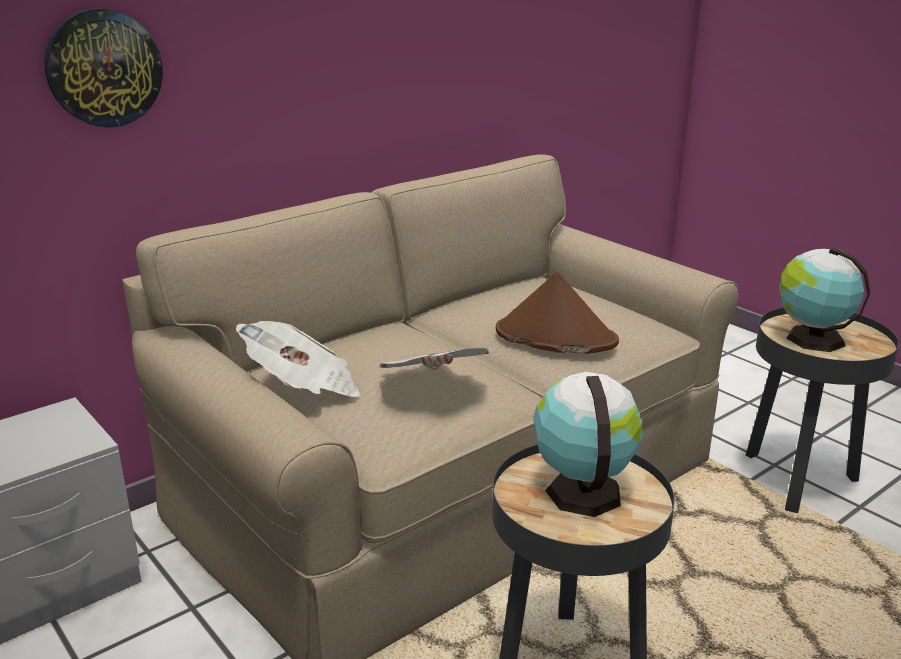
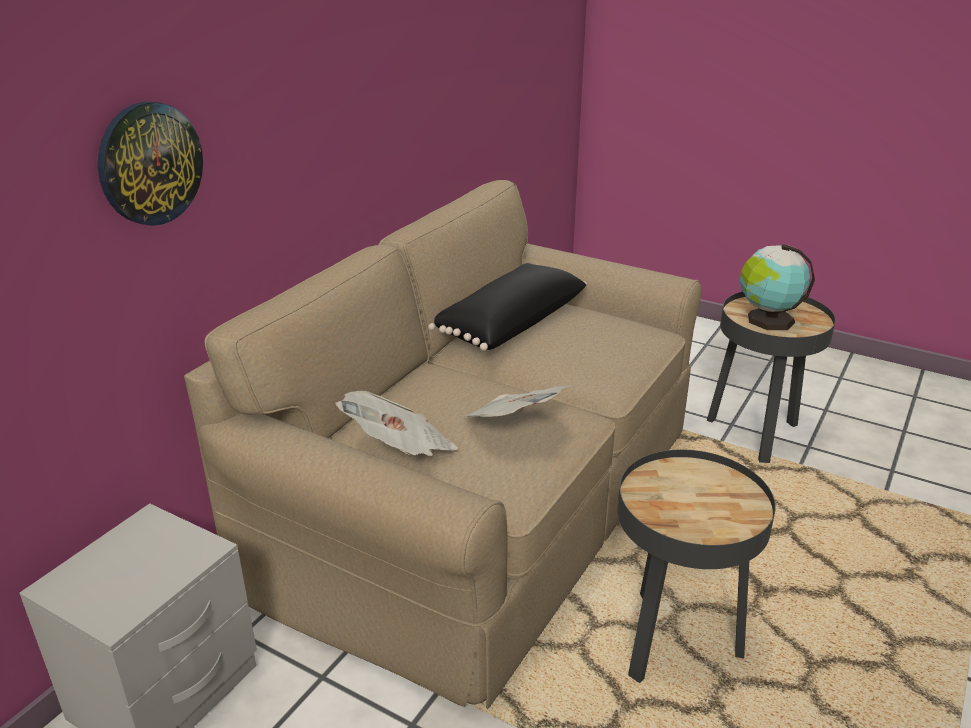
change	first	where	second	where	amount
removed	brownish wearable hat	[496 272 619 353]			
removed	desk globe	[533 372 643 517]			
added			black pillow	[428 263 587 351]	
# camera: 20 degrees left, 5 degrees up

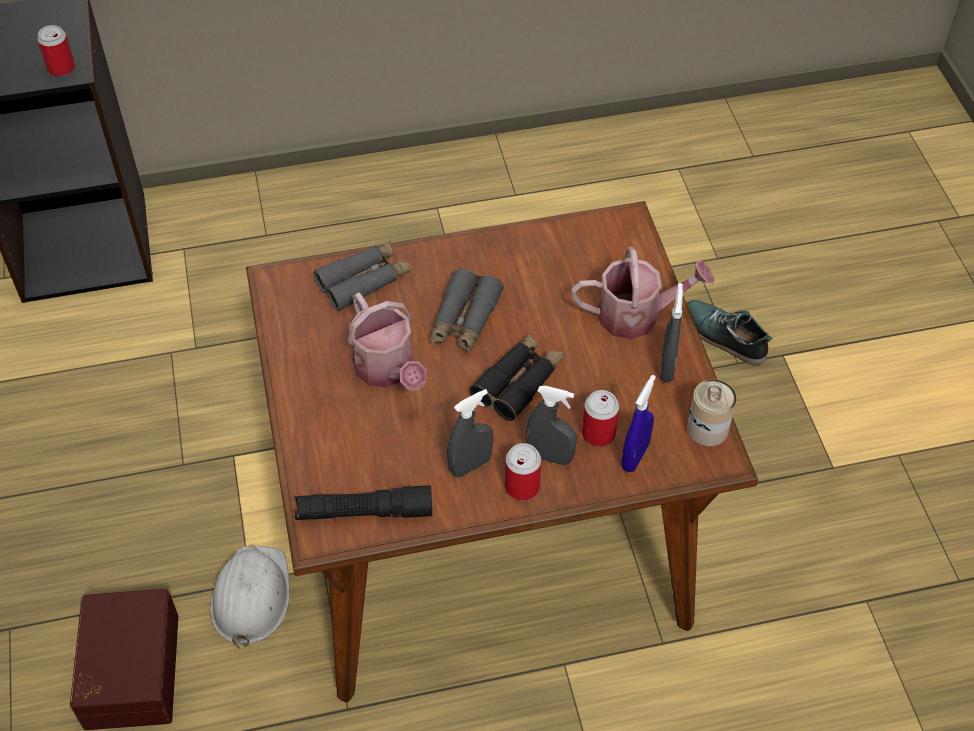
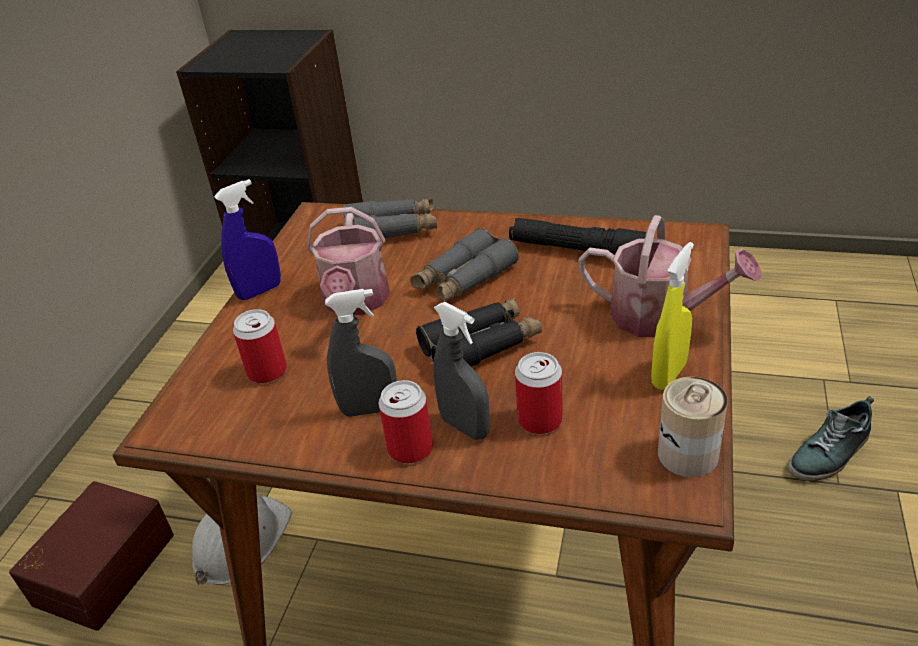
change	first	where	second	where	amount
moved	sealed can	[37 25 75 77]		[233 309 287 384]	
recoloured	grey spray bottle	[660 283 683 383]	yellow spray bottle	[651 242 694 390]	
turned	item of footwear	[687 300 773 366]		[788 396 874 481]	105 degrees counterclockwise
moved	blue spray bottle	[621 375 656 472]		[214 179 281 300]	
moved	black flashlight	[295 485 432 520]		[509 218 646 257]	
# camera: 30 degrees right, 15 degrees down

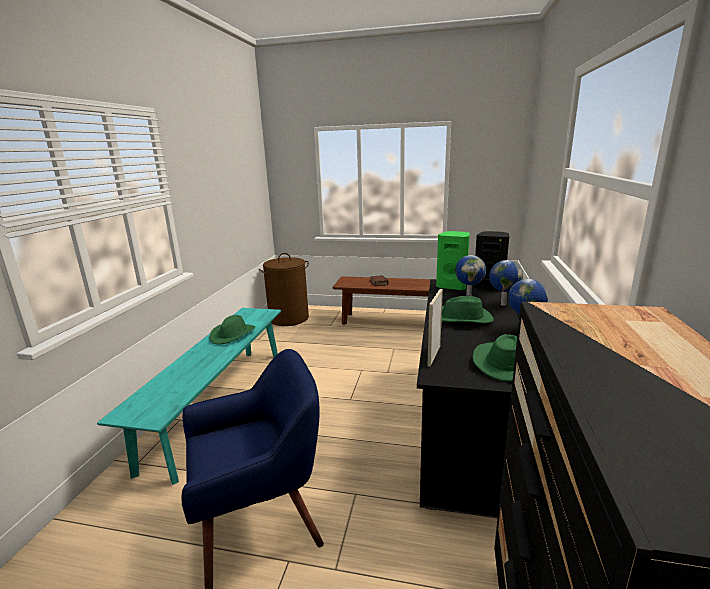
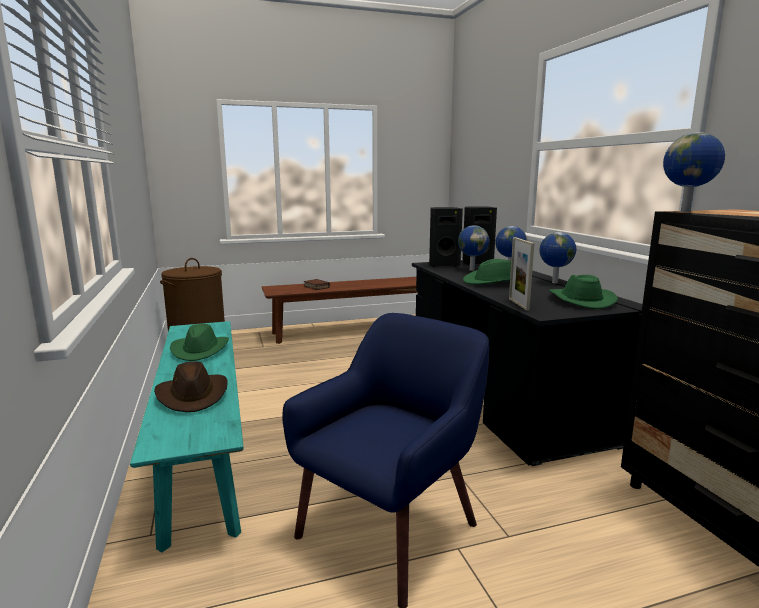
change	first	where	second	where	amount
recoloured	green speaker	[436 231 470 290]	black speaker	[429 207 463 267]	
added			desk globe	[663 132 725 212]	
added			brownish wearable hat	[154 361 228 412]	
# camera: 30 degrees left, 5 degrees down

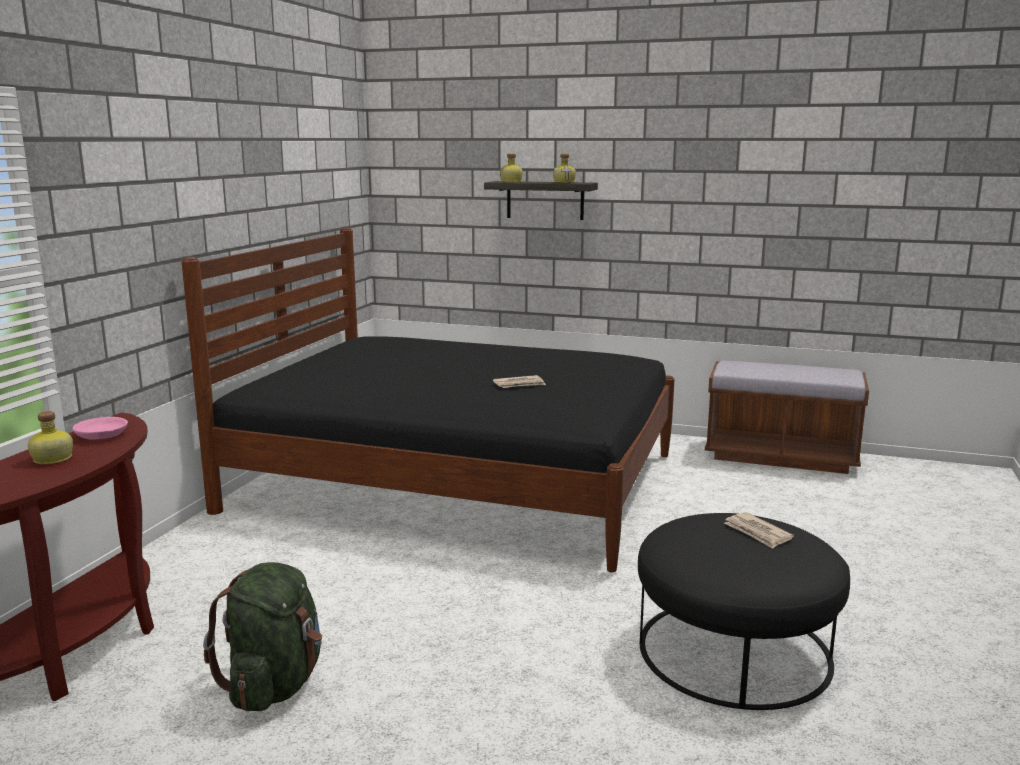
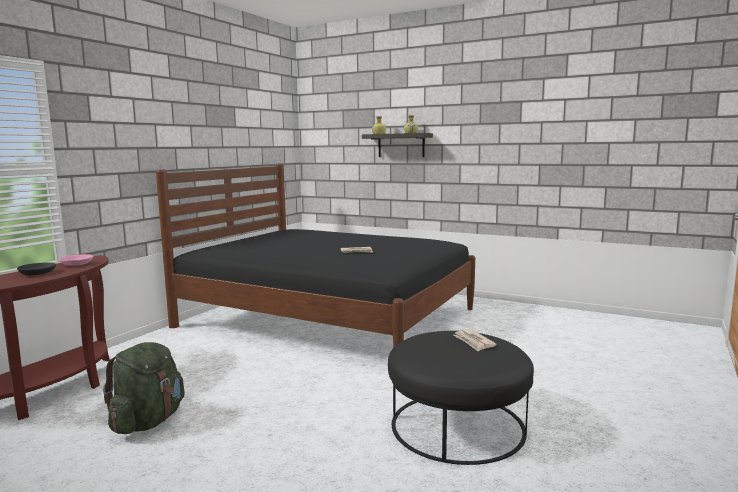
change	first	where	second	where	amount
removed	brownish long seat	[705 361 869 474]			
replaced	beverage bottle	[28 411 73 464]	black bowl	[17 262 56 275]	
# camera: 10 degrees right, 5 degrees down

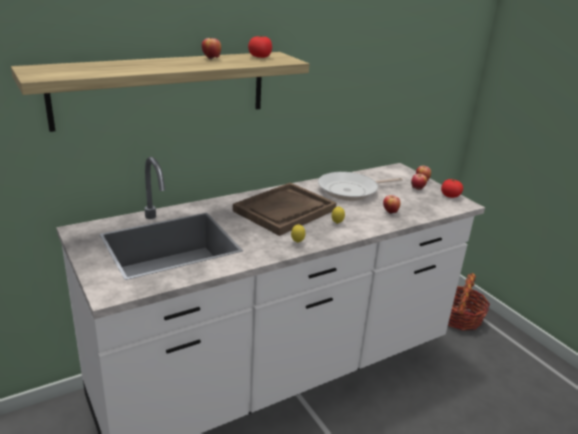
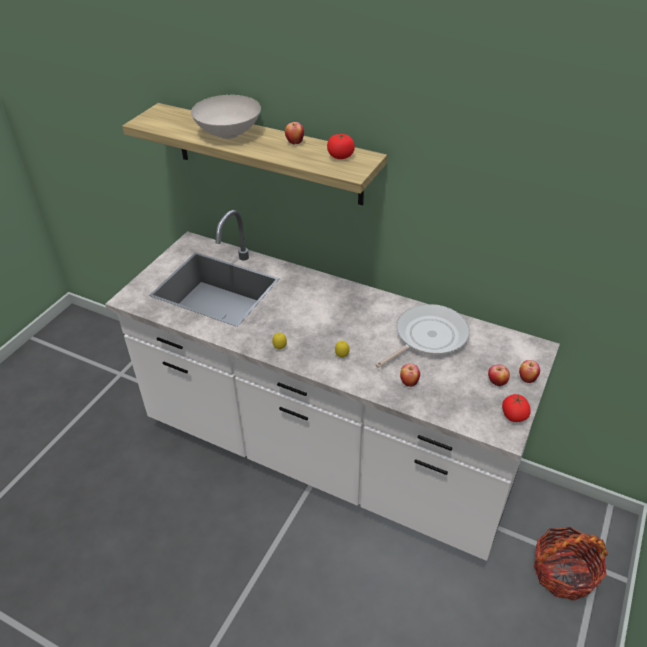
change	first	where	second	where	amount
turned	frying pan	[318 172 403 201]		[375 304 470 368]	105 degrees clockwise
removed	brownish serving tray	[233 183 337 236]			
added			white bowl	[191 95 261 139]	
# camera: 60 degrees right, 15 degrees up

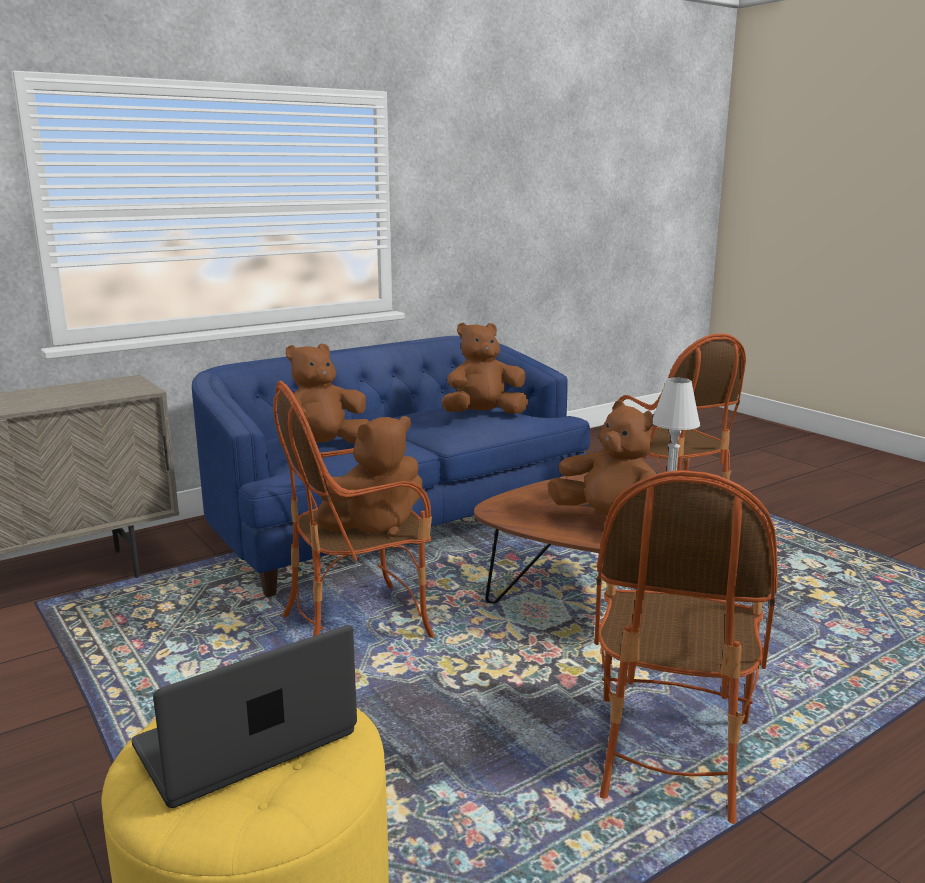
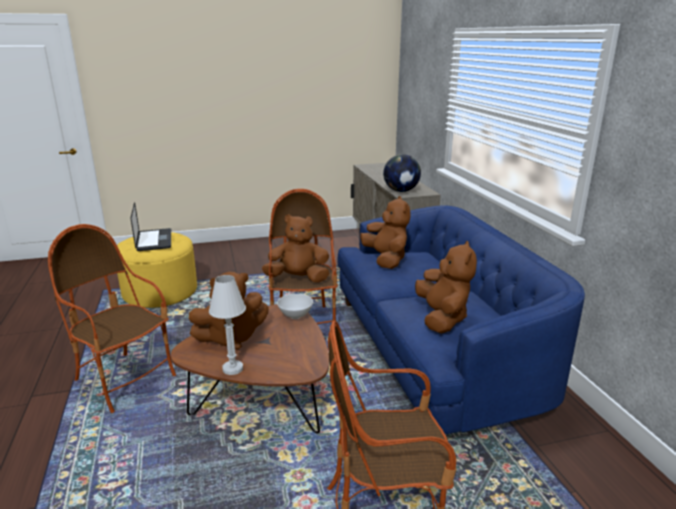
change	first	where	second	where	amount
turned	brownish soft toy	[316 416 422 537]		[262 214 329 283]	105 degrees clockwise
added			desk globe	[383 154 421 192]	
added			white bowl	[277 294 313 319]	
# camera: 110 degrees right, 5 degrees up

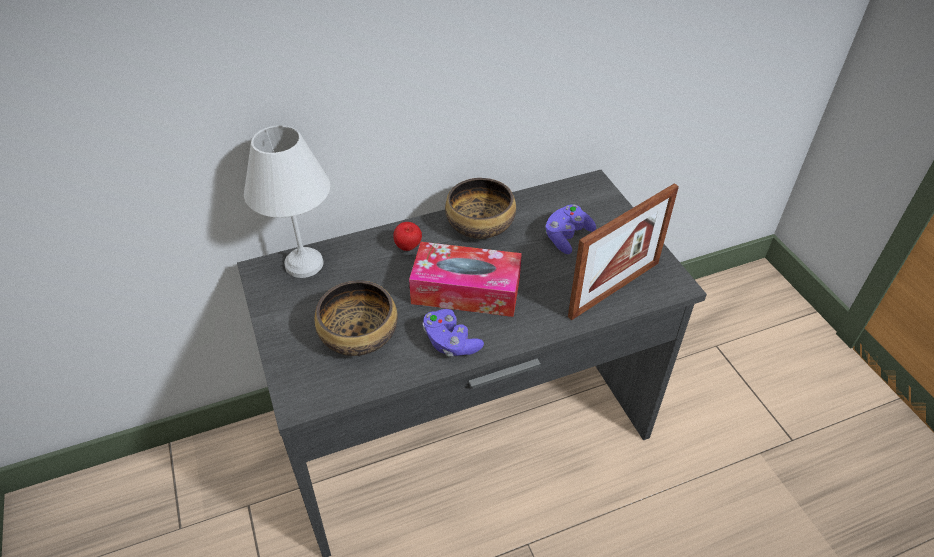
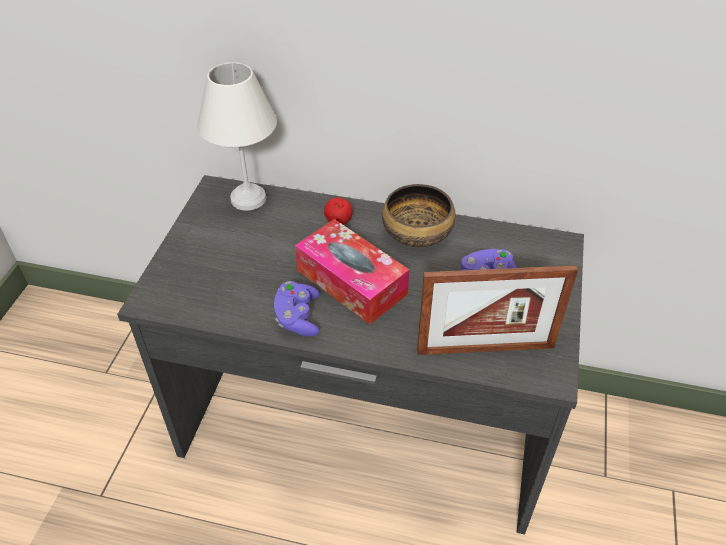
change	first	where	second	where	amount
removed	bowl	[314 280 398 356]			
# camera: 35 degrees right, 0 degrees up

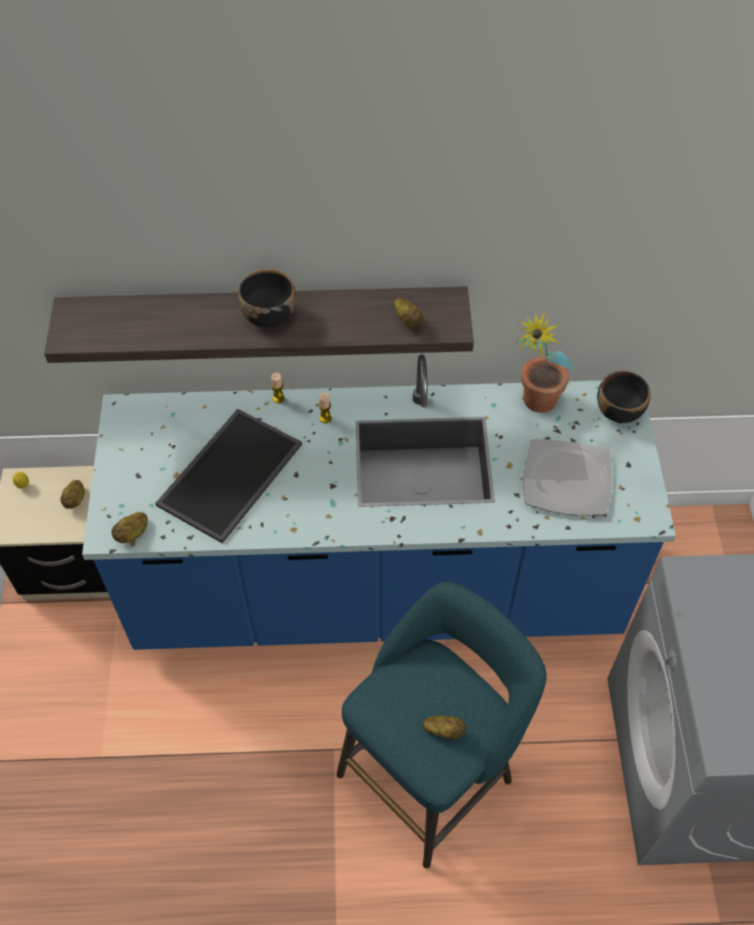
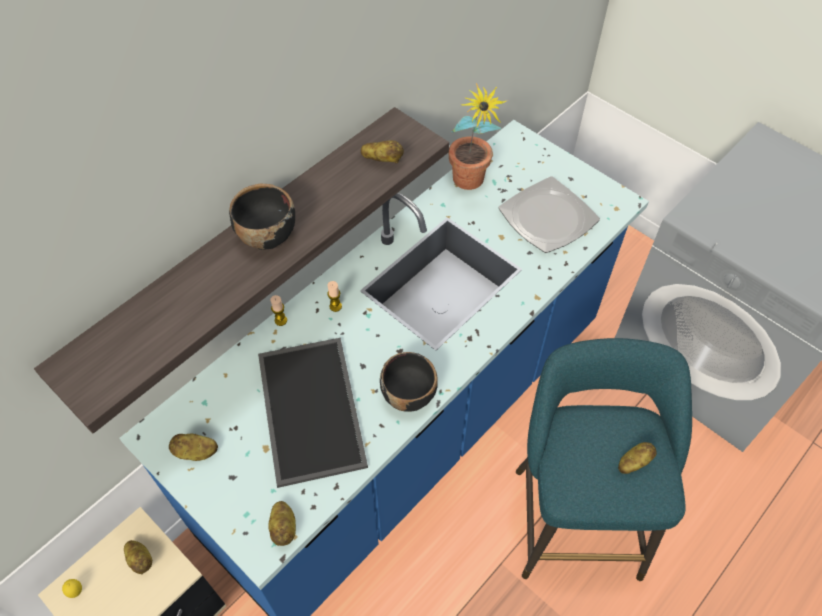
change	first	where	second	where	amount
moved	black bowl	[597 371 651 423]		[380 352 438 412]	
added			spud	[169 434 218 461]	
# camera: 45 degrees left, 0 degrees up

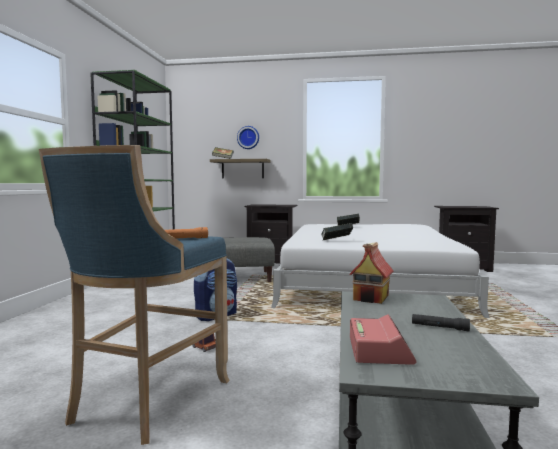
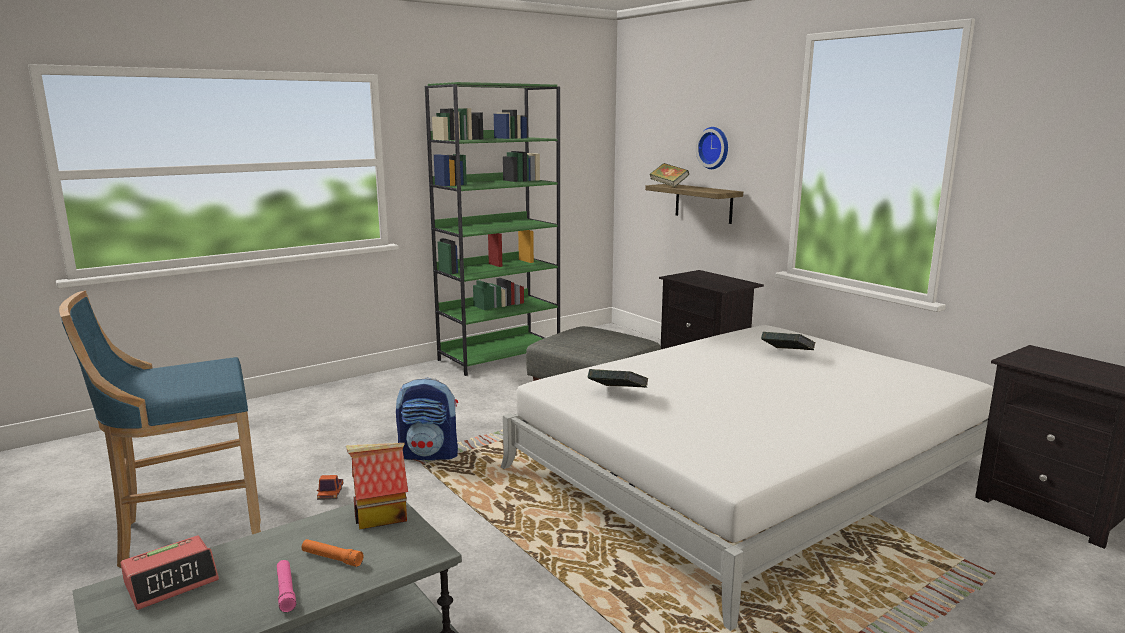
change	first	where	second	where	amount
moved	orange flashlight	[165 227 208 238]		[301 539 363 567]	
recoloured	black flashlight	[412 314 470 331]	pink flashlight	[277 560 296 612]	
# camera: 45 degrees right, 10 degrees up

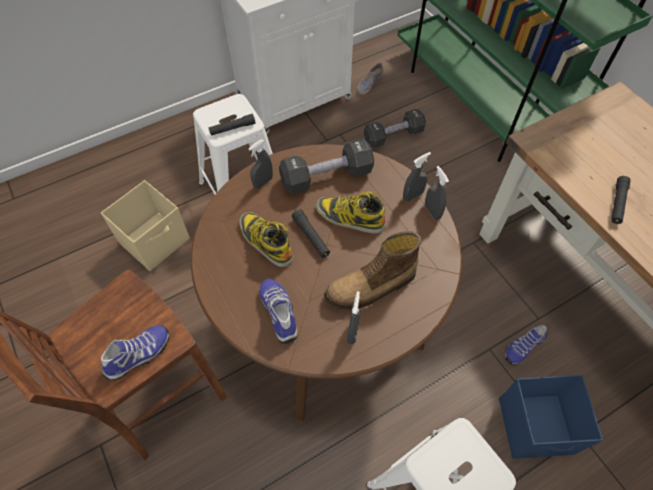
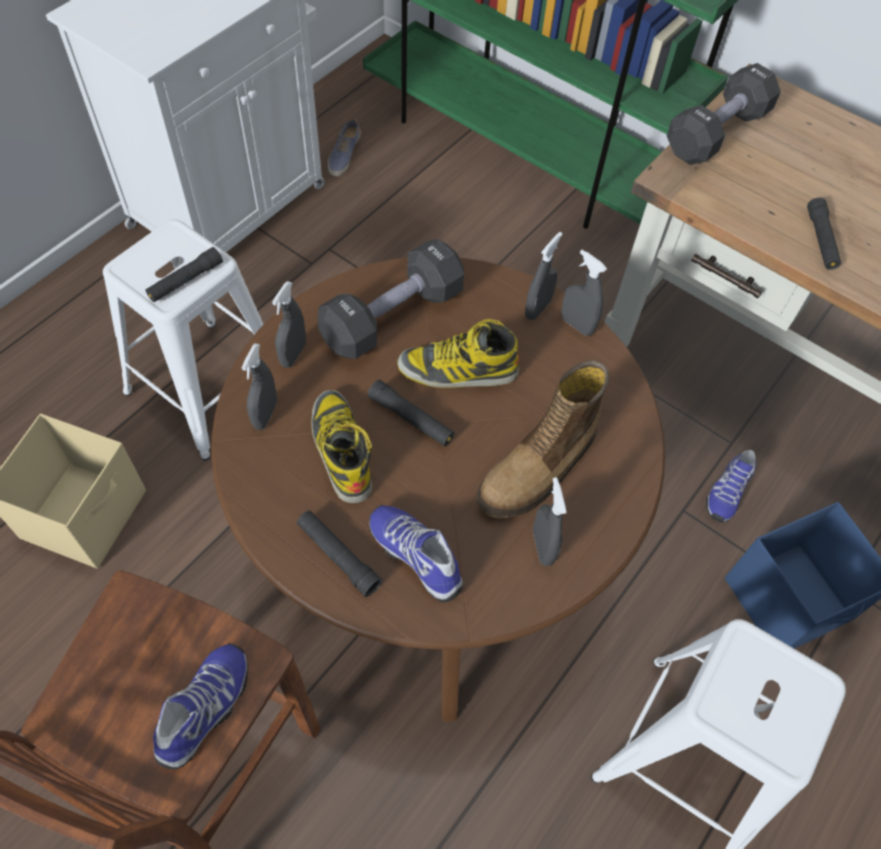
change	first	where	second	where	amount
moved	black hand weight	[364 109 426 147]		[667 63 781 165]	
turned	boot	[239 212 294 267]		[311 390 373 503]	45 degrees clockwise
added			grey spray bottle	[242 343 277 430]	
added			black flashlight	[297 510 383 597]	
# camera: 25 degrees left, 0 degrees up

